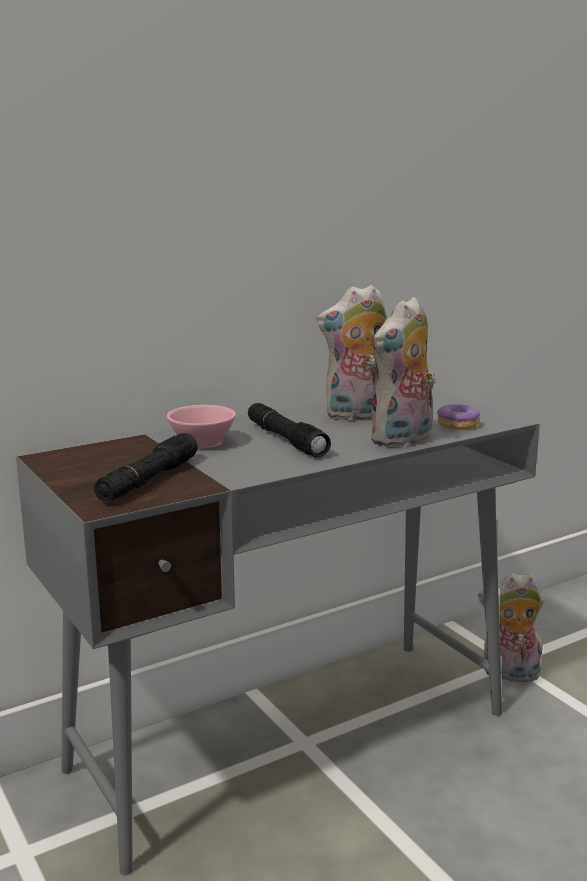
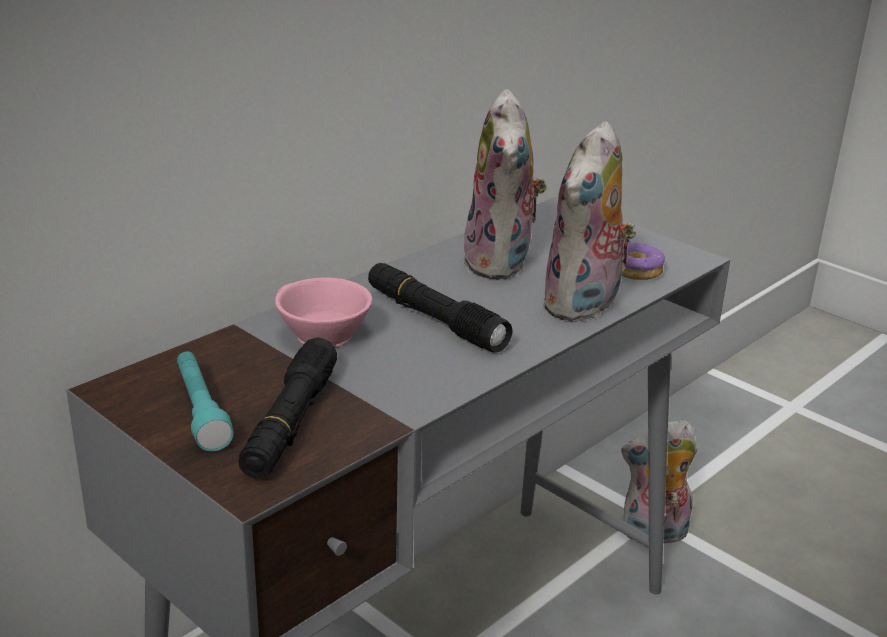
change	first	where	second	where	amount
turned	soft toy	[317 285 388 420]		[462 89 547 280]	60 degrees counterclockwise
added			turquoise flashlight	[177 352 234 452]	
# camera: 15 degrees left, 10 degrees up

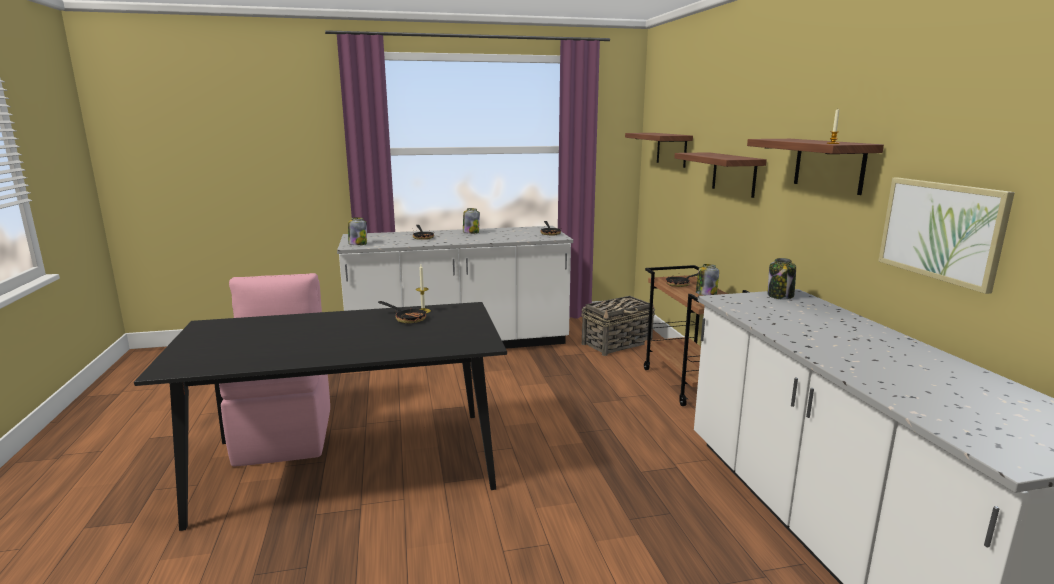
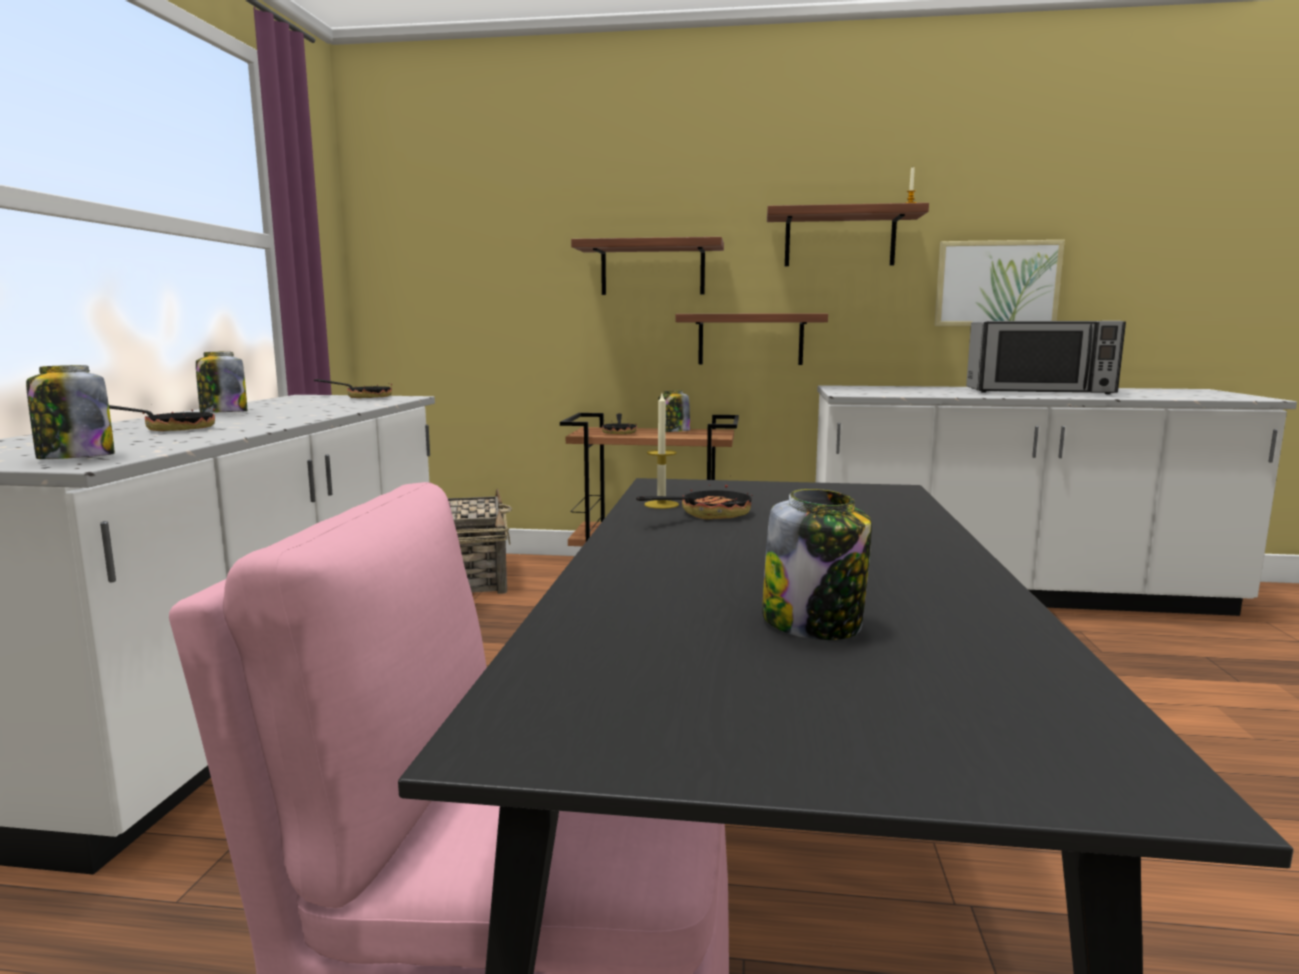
change	first	where	second	where	amount
moved	bracket shelf	[625 133 693 168]		[675 313 828 365]	
moved	preserve jar	[768 258 796 299]		[762 489 872 640]	
added			kitchen microwave	[966 321 1126 394]	
# camera: 70 degrees left, 5 degrees down

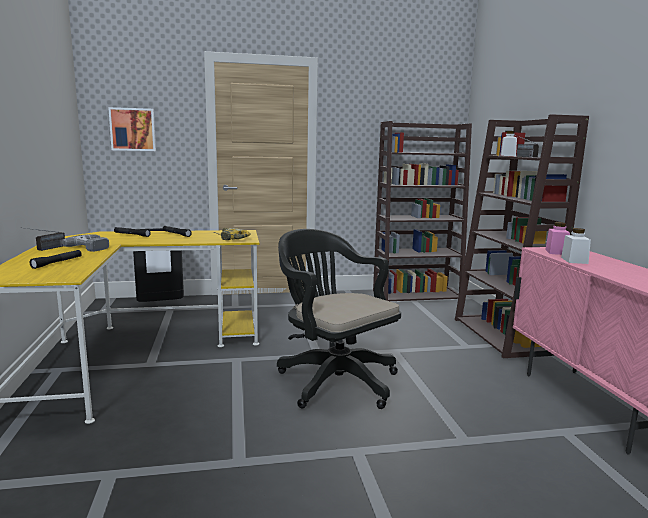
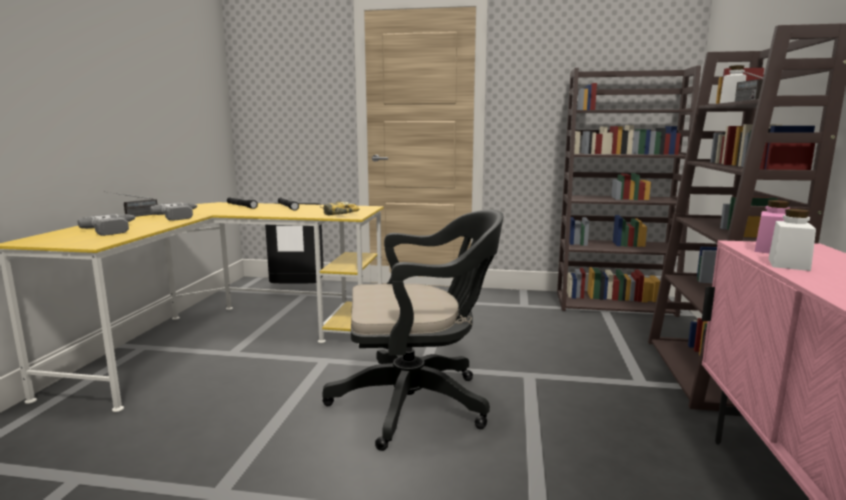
change	first	where	second	where	amount
removed	wall art	[108 107 156 151]			
turned	black computer chair	[277 229 401 409]		[323 210 504 451]	105 degrees clockwise
replaced	black flashlight	[30 250 82 269]	power drill	[78 214 136 236]	
# camera: 20 degrees right, 0 degrees up

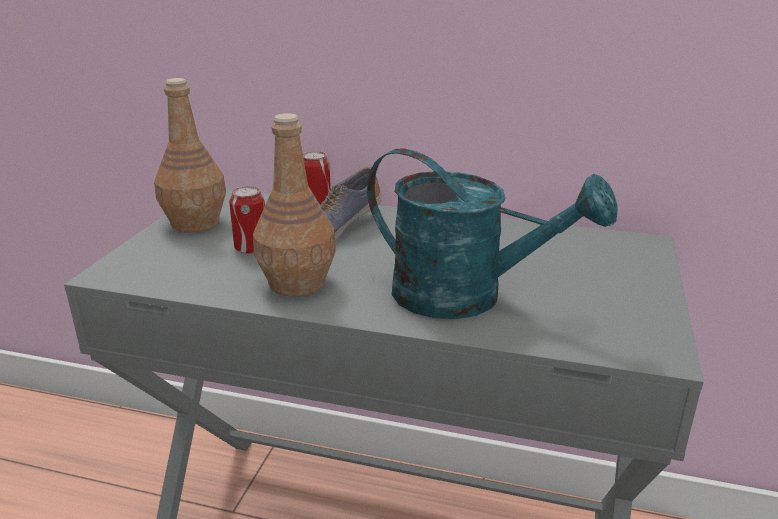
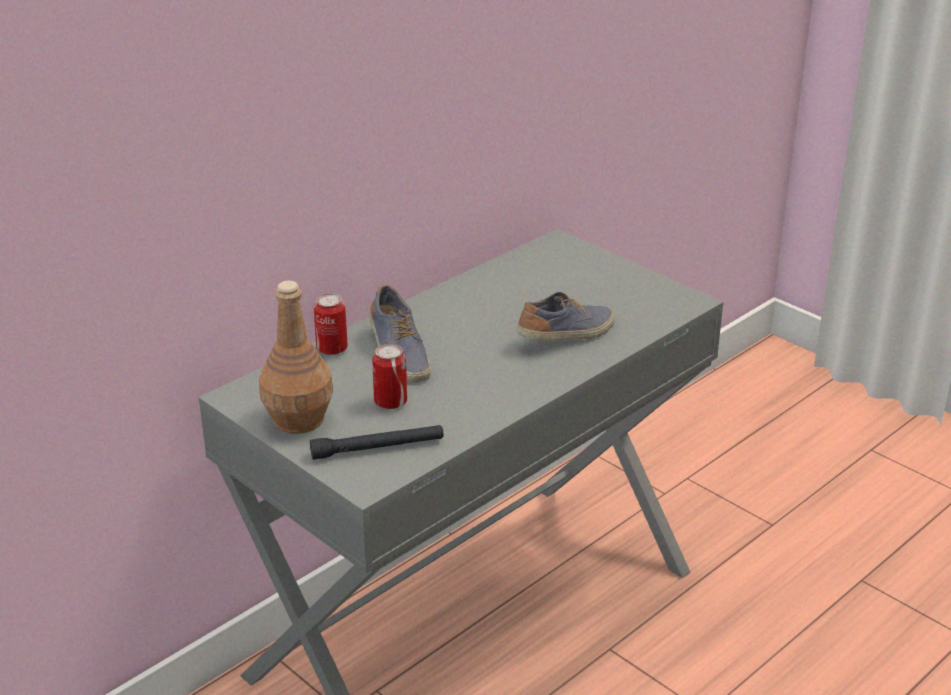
change	first	where	second	where	amount
removed	brownish beverage bottle	[253 113 336 297]			
replaced	turquoise sprinkling can	[367 148 618 319]	item of footwear	[517 292 615 341]	
added			black flashlight	[310 425 443 460]	
# camera: 60 degrees left, 5 degrees up

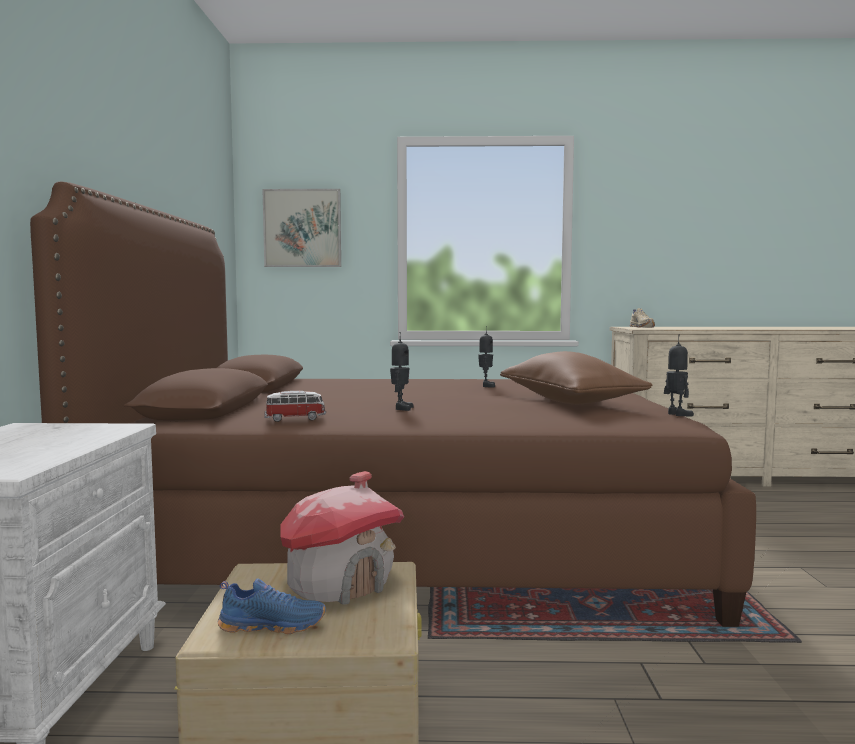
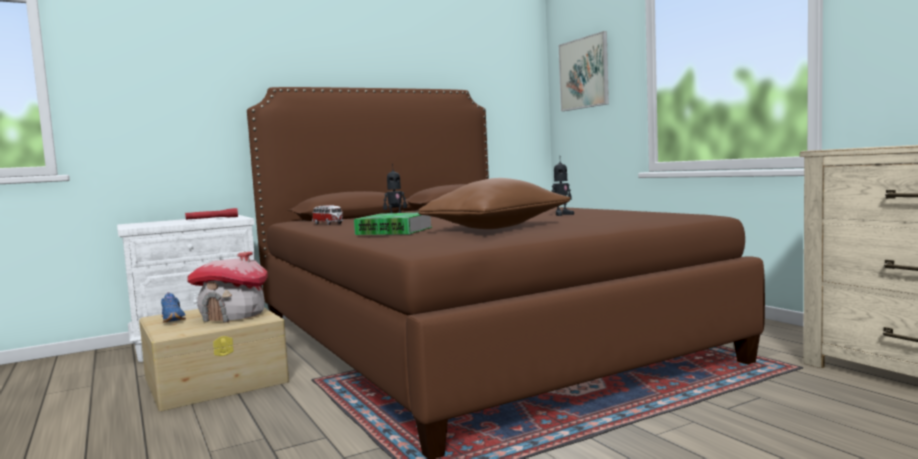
change	first	where	second	where	amount
removed	beige-coloured item of footwear	[629 308 655 327]			
removed	robot figure	[664 335 694 416]			
added			red-coloured flashlight	[185 208 238 220]	
added			book	[354 213 432 235]	
# camera: 60 degrees right, 0 degrees up

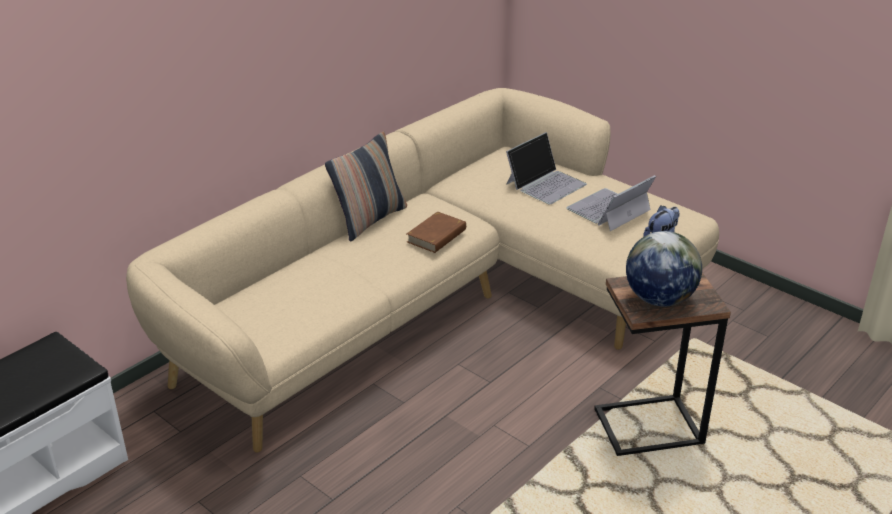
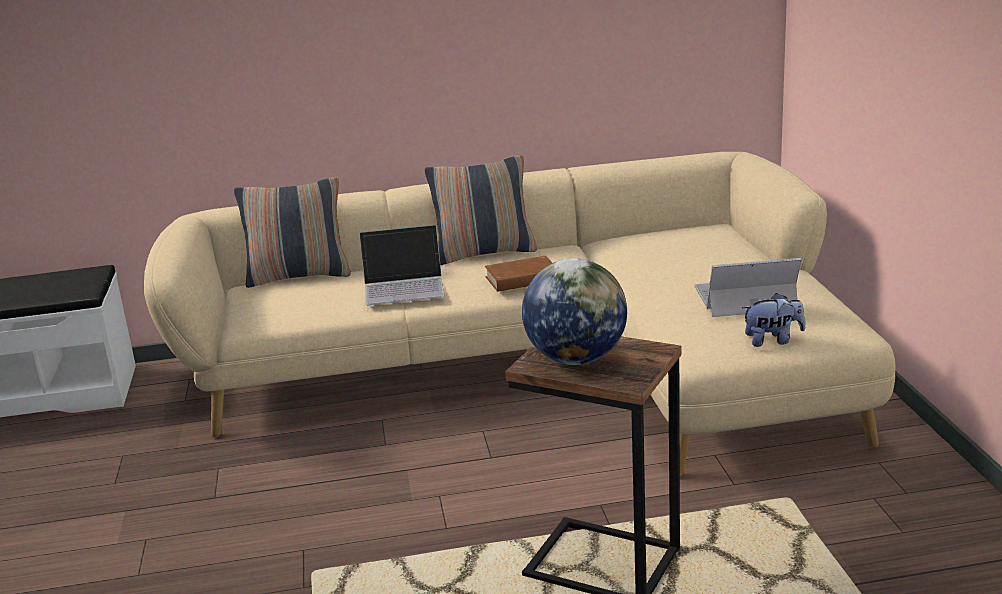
change	first	where	second	where	amount
moved	notebook computer	[506 132 587 204]		[359 225 444 305]	
added			pillow	[234 177 351 288]	
# camera: 40 degrees right, 10 degrees down

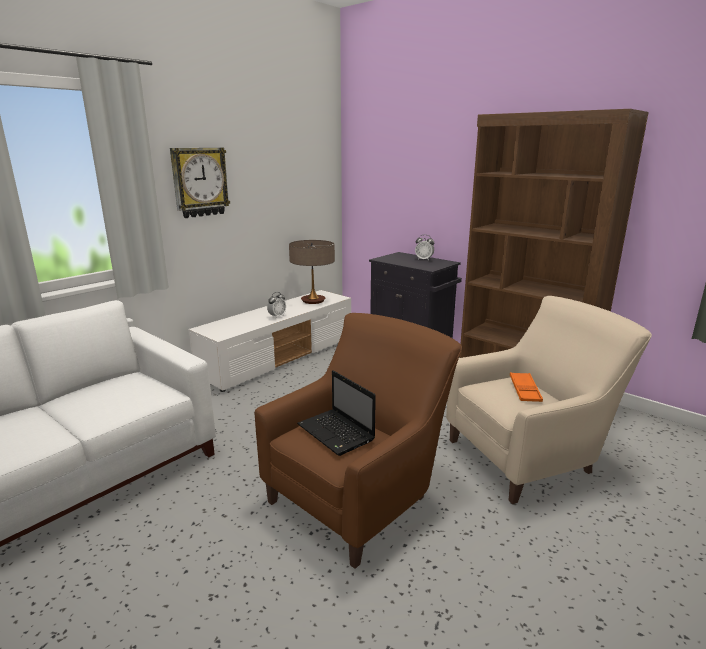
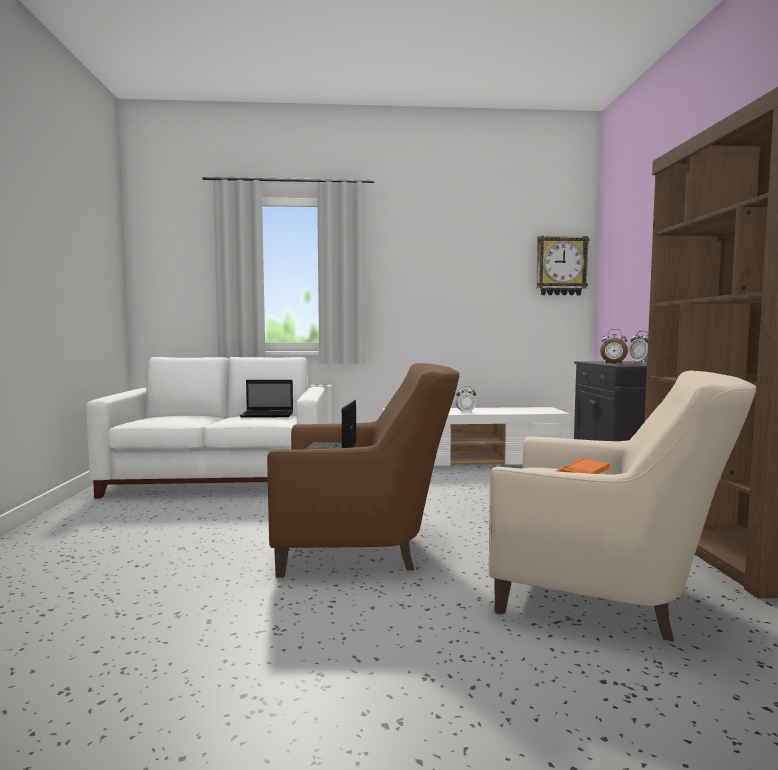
change	first	where	second	where	amount
moved	wall clock	[170 148 230 218]		[536 235 590 295]	
removed	lamp for a table	[289 240 335 304]			
added			bedside clock	[600 329 628 363]	
added			notebook computer	[240 380 293 418]	
# camera: 45 degrees right, 15 degrees down

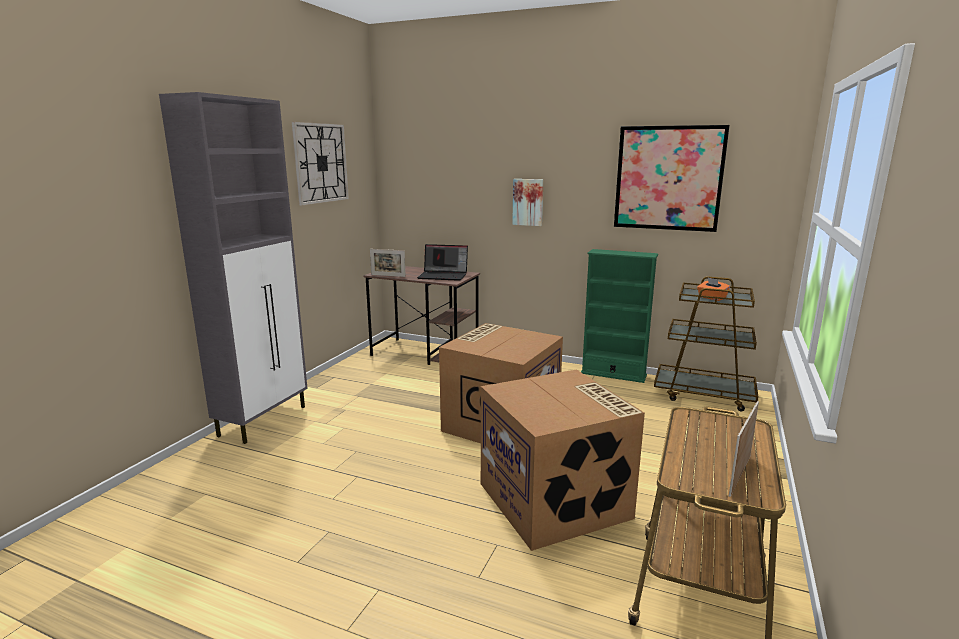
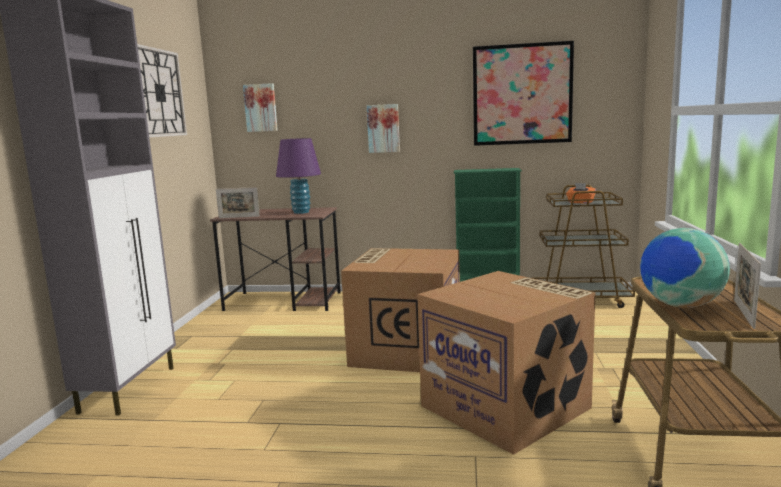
change	first	where	second	where	amount
replaced	notebook computer	[417 244 468 281]	purple-coloured lamp for a table	[276 138 321 214]	
added			wall art	[243 83 278 132]	
added			desk globe	[640 228 730 308]	
# camera: 15 degrees left, 5 degrees down

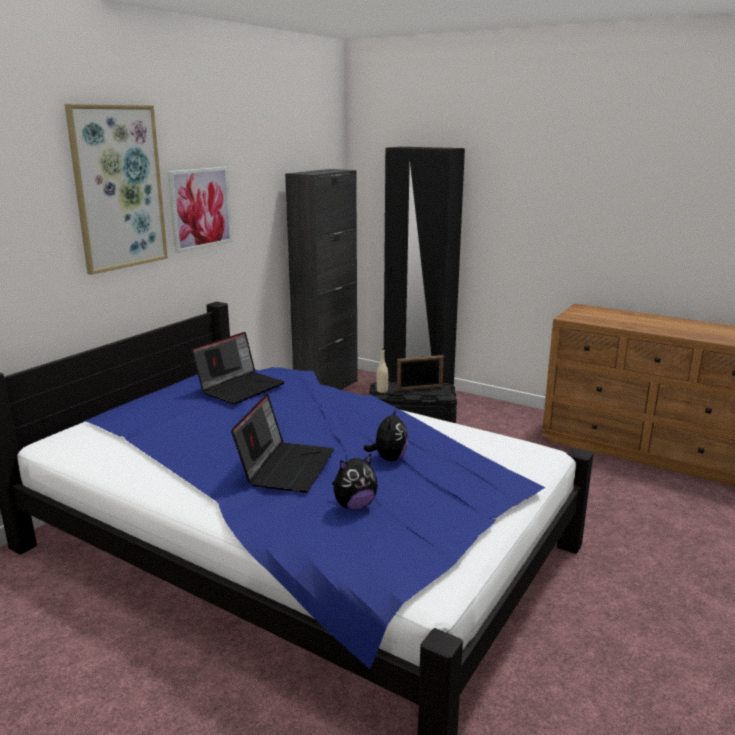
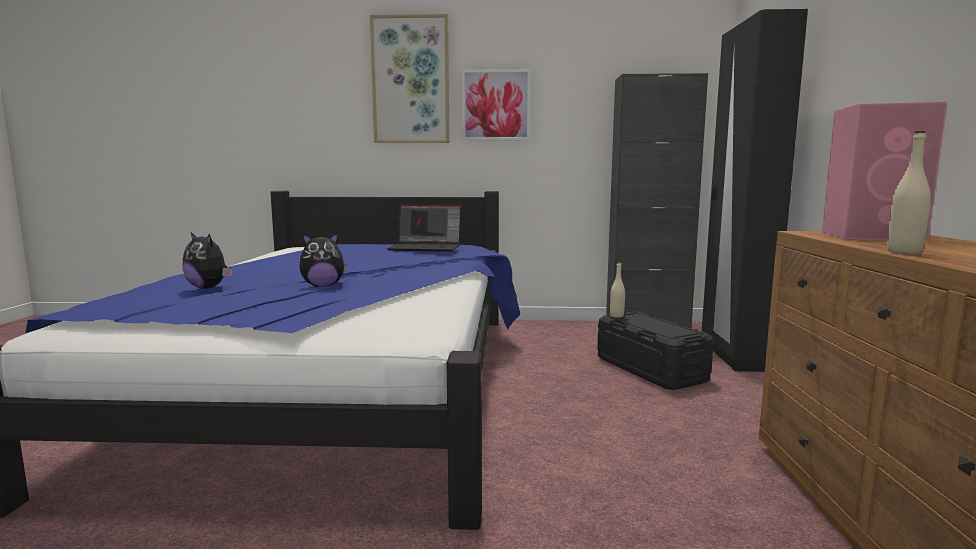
change	first	where	second	where	amount
removed	standing frame	[397 355 444 392]			
removed	notebook computer	[231 394 334 493]			
added			pink speaker	[822 102 947 241]	
added			beige-coloured beverage bottle	[887 131 931 254]	
# camera: 60 degrees right, 10 degrees down

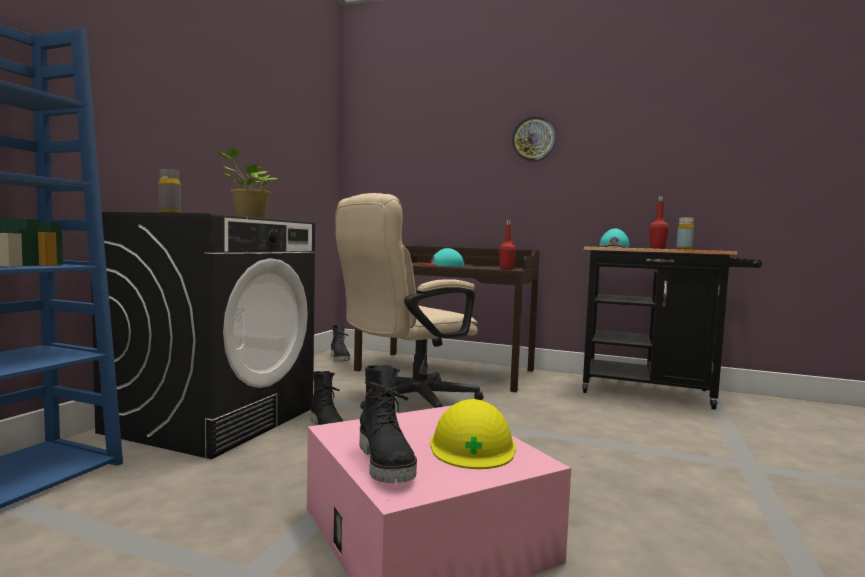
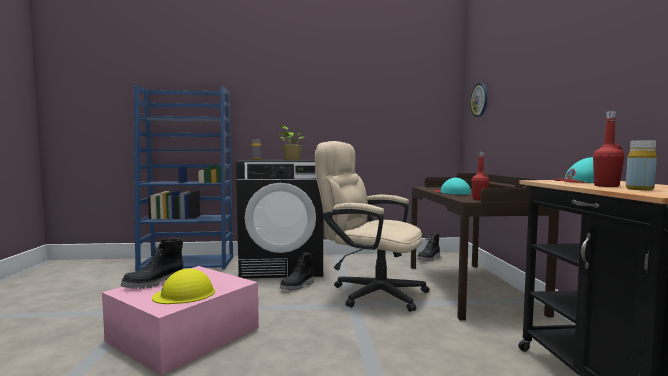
change	first	where	second	where	amount
moved	wall clock	[512 116 556 162]		[470 83 488 117]	
# camera: 65 degrees right, 0 degrees up

